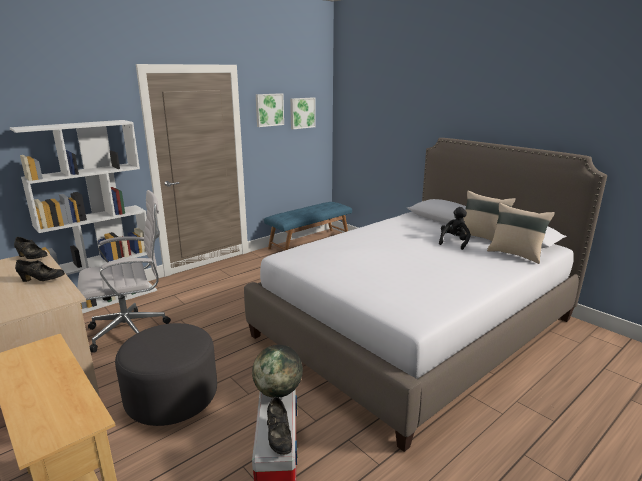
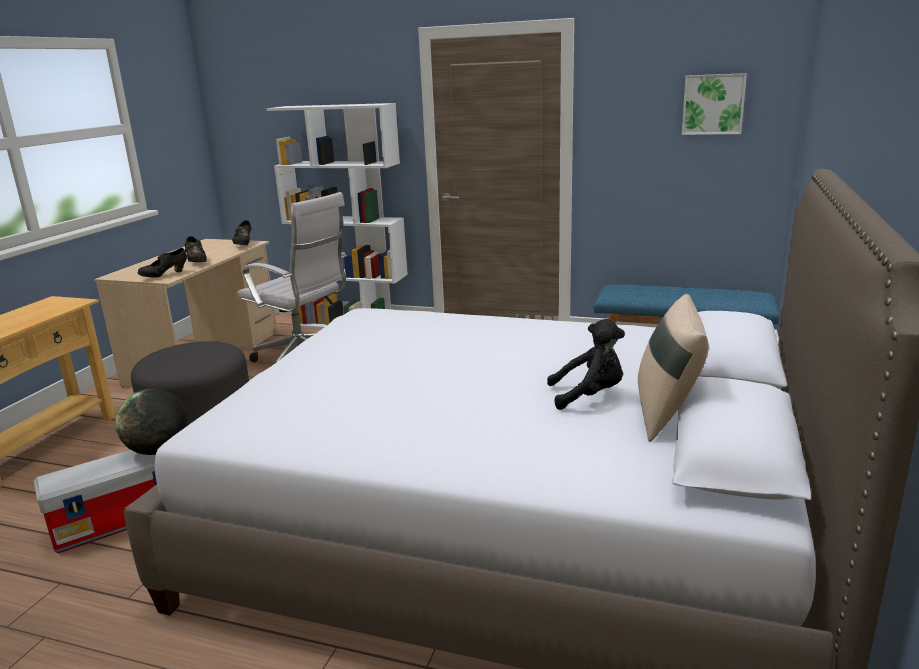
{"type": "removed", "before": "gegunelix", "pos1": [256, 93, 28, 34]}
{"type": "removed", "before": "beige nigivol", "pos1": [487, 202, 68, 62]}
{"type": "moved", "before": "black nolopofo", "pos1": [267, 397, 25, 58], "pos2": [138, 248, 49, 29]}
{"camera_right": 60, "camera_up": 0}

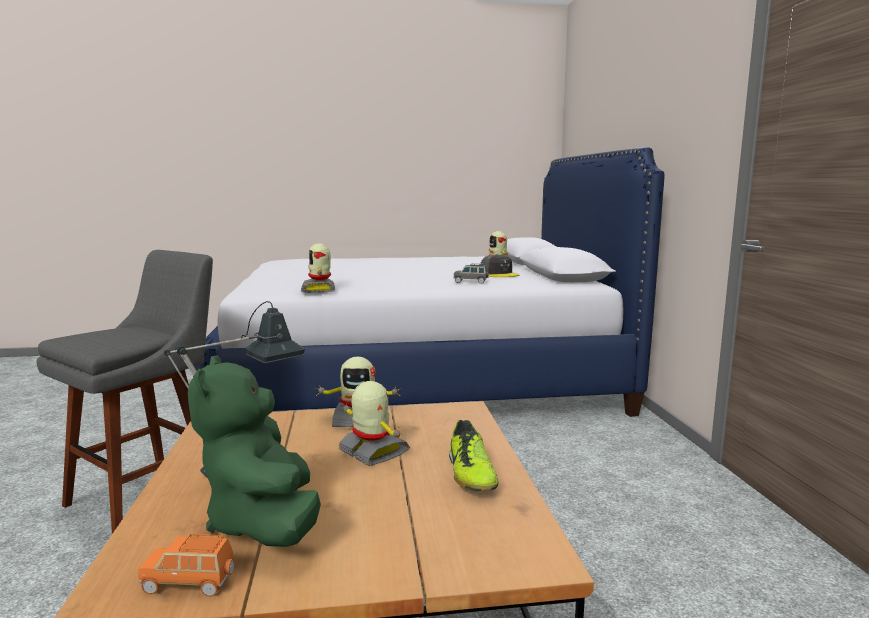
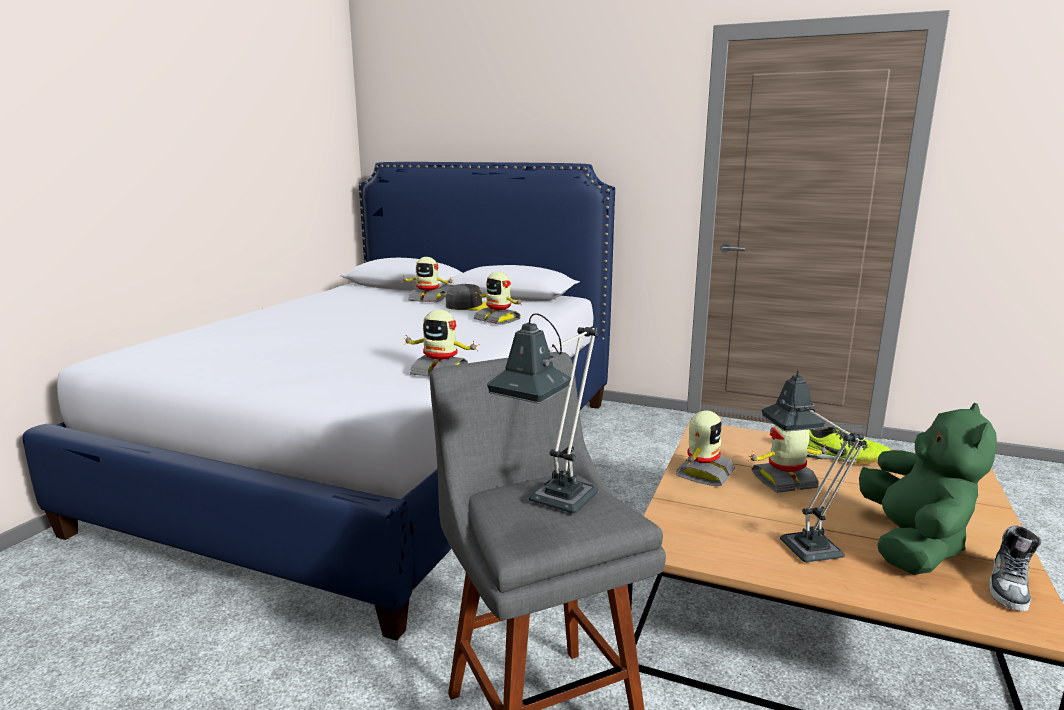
{"type": "added", "after": "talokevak", "pos2": [487, 313, 112, 201]}
{"type": "replaced", "before": "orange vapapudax", "after": "nolopofo", "pos1": [138, 534, 97, 63], "pos2": [989, 525, 52, 86]}
{"type": "replaced", "before": "grey vapapudax", "after": "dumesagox", "pos1": [454, 264, 35, 20], "pos2": [474, 272, 50, 53]}
{"type": "turned", "before": "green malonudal", "pos1": [188, 355, 133, 192], "pos2": [859, 403, 138, 172], "turn": -90}
{"camera_right": -60, "camera_up": 5}

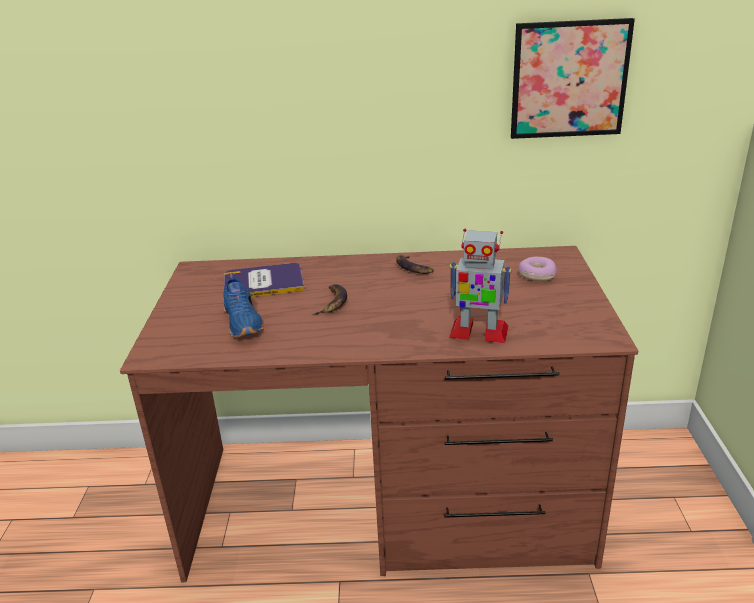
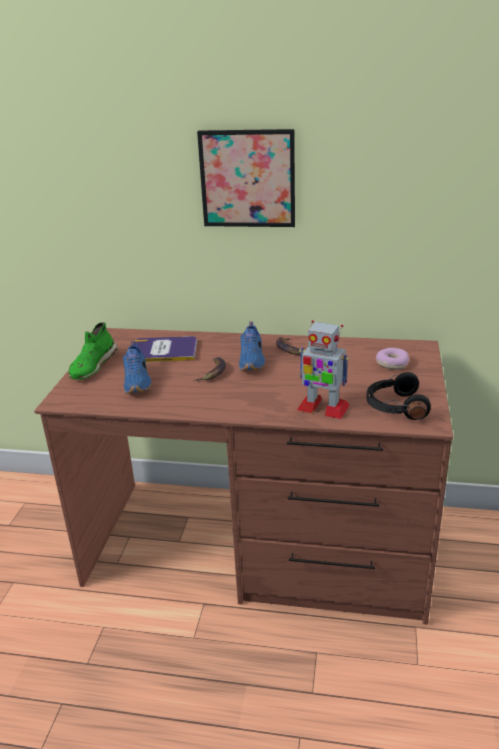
{"type": "added", "after": "green nolopofo", "pos2": [68, 322, 50, 58]}
{"type": "added", "after": "blue nolopofo", "pos2": [239, 321, 27, 50]}
{"type": "added", "after": "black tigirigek", "pos2": [367, 372, 64, 48]}
{"type": "moved", "before": "gegunelix", "pos1": [511, 18, 124, 121], "pos2": [197, 129, 98, 98]}
{"camera_right": 10, "camera_up": 0}

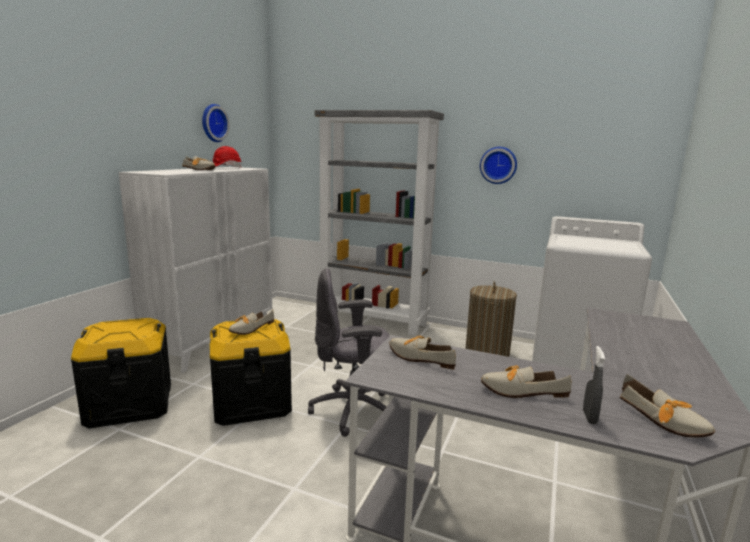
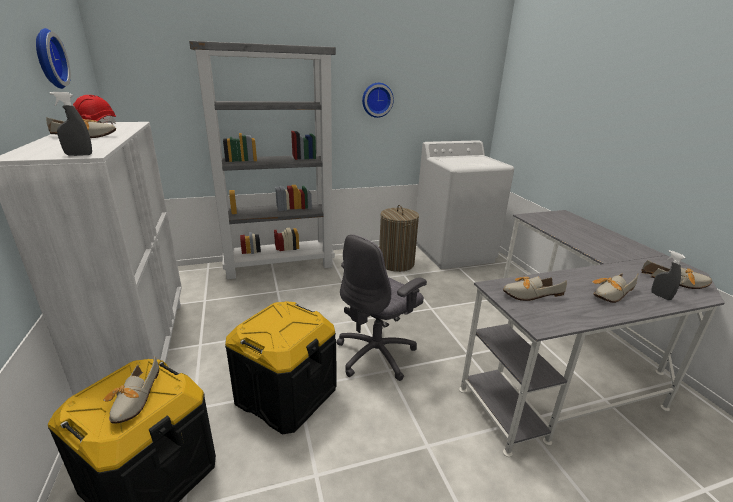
{"type": "added", "after": "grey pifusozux", "pos2": [50, 92, 42, 64]}
{"type": "moved", "before": "nolopofo", "pos1": [229, 309, 45, 26], "pos2": [103, 356, 56, 68]}
{"camera_right": -40, "camera_up": 10}

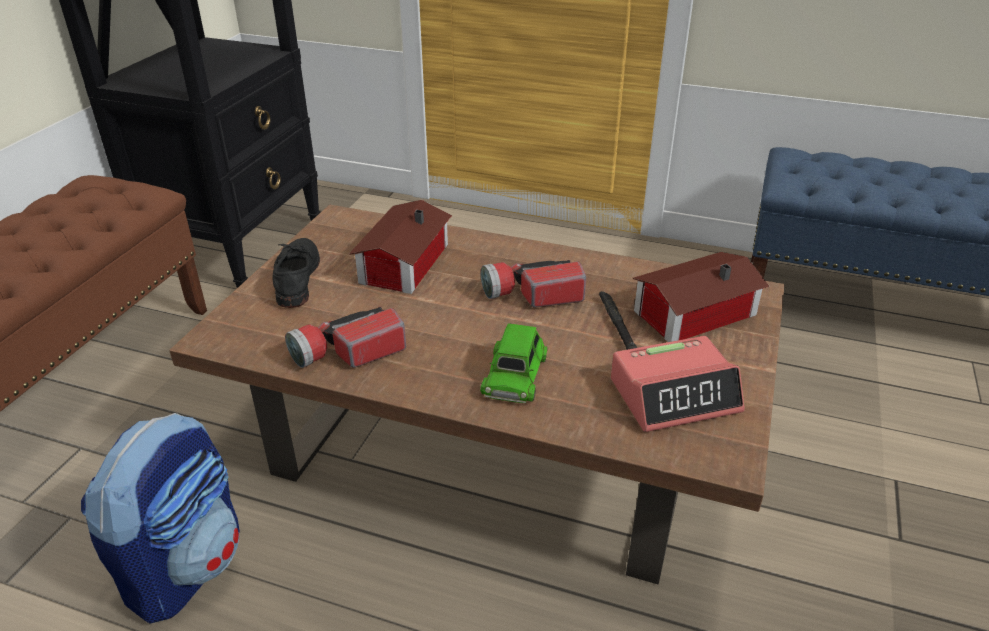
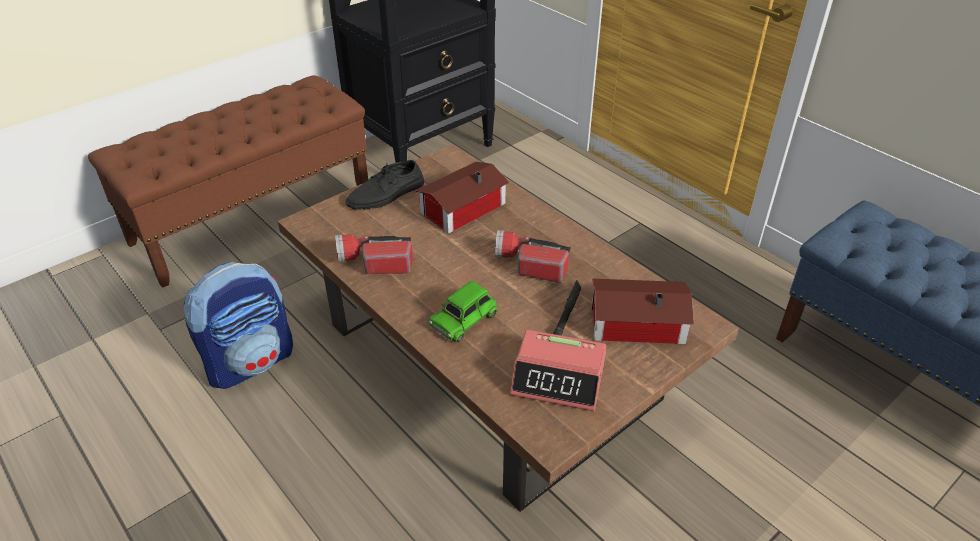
{"type": "turned", "before": "black nolopofo", "pos1": [272, 238, 48, 70], "pos2": [345, 160, 79, 50], "turn": -150}
{"camera_right": 30, "camera_up": 5}

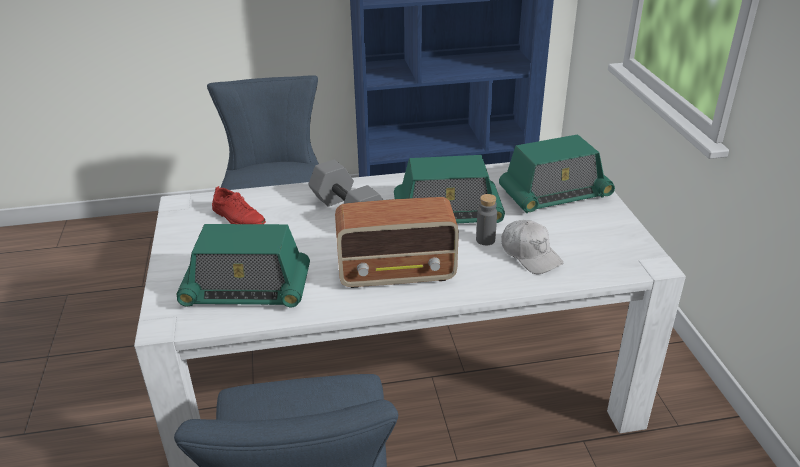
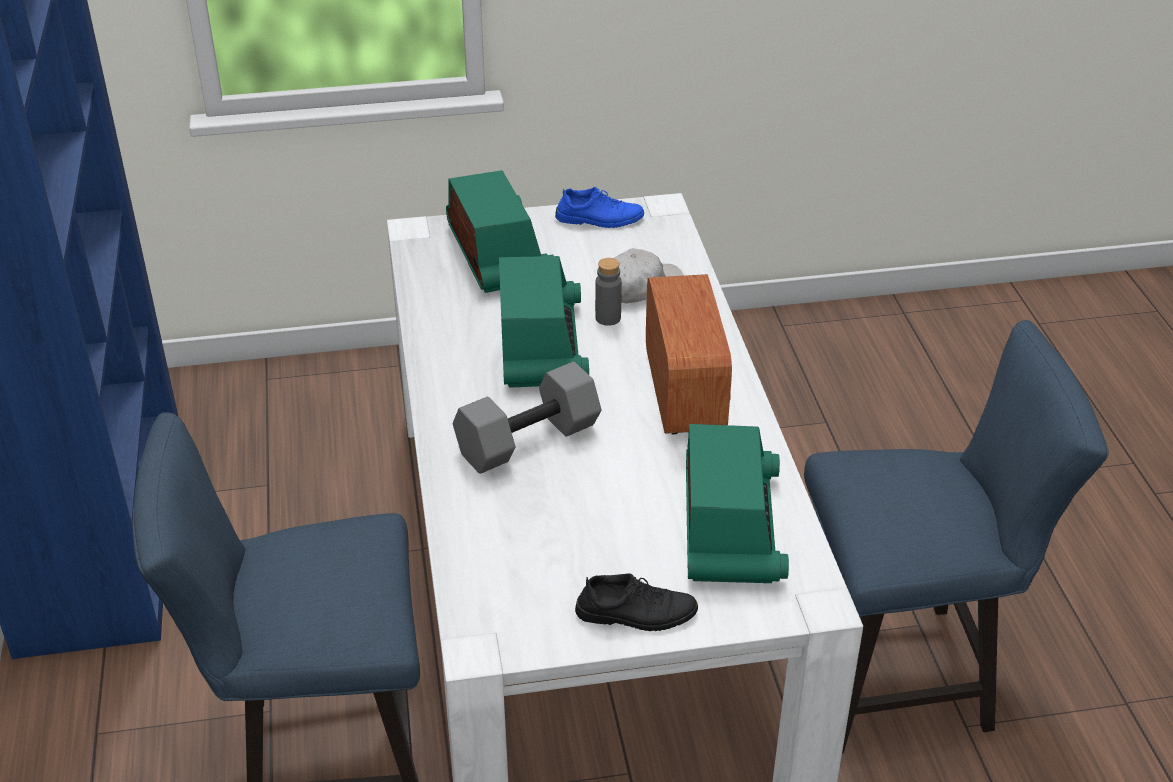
{"type": "removed", "before": "red nolopofo", "pos1": [212, 186, 54, 38]}
{"type": "added", "after": "blue nolopofo", "pos2": [555, 187, 89, 41]}
{"type": "added", "after": "black nolopofo", "pos2": [575, 573, 123, 58]}
{"camera_right": -90, "camera_up": 5}

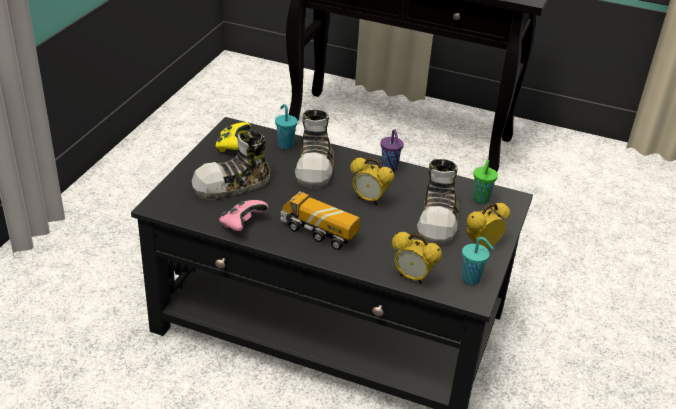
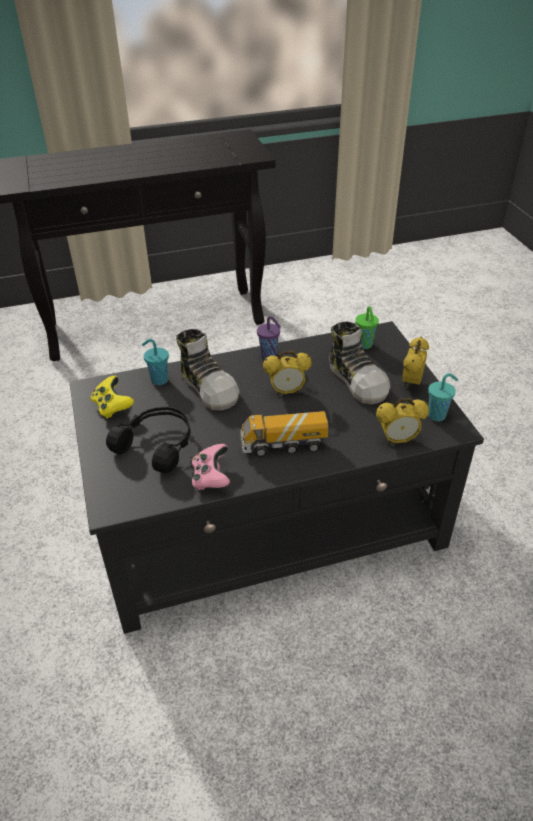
{"type": "replaced", "before": "nolopofo", "after": "black tigirigek", "pos1": [192, 131, 78, 69], "pos2": [106, 407, 85, 66]}
{"camera_right": -35, "camera_up": 5}

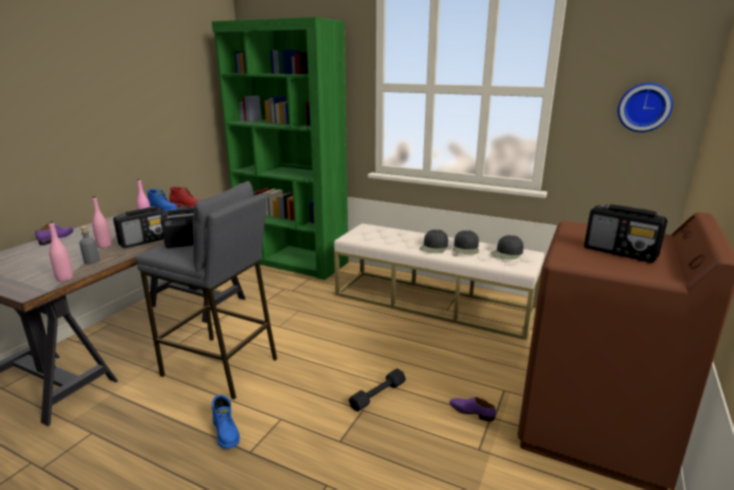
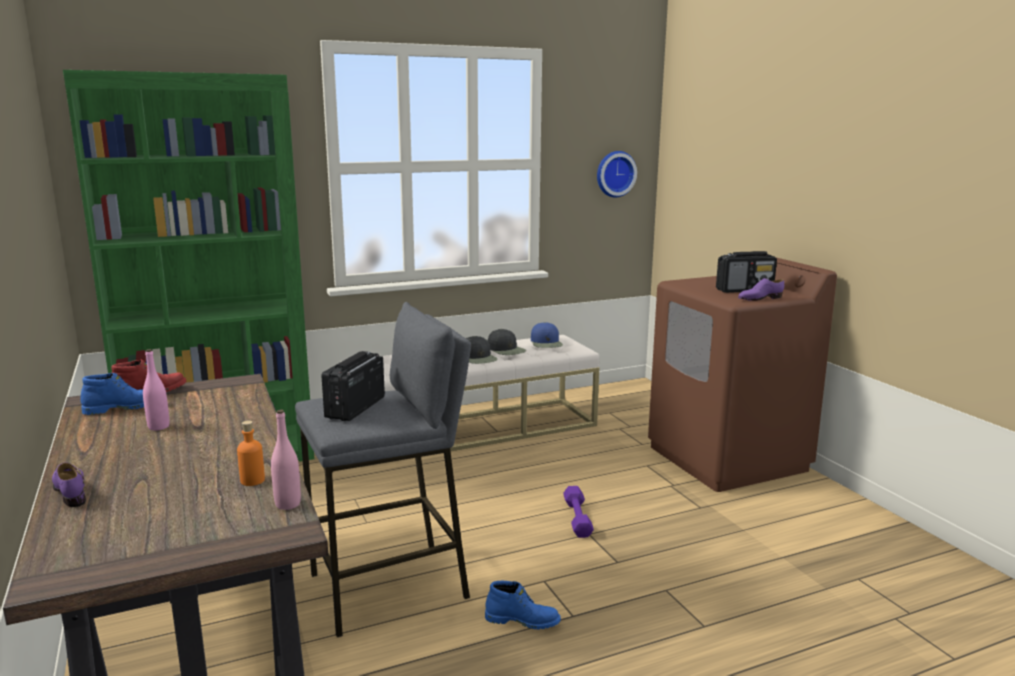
{"type": "removed", "before": "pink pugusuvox", "pos1": [92, 196, 19, 52]}
{"type": "removed", "before": "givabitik", "pos1": [113, 206, 53, 42]}
{"type": "moved", "before": "purple nolopofo", "pos1": [449, 397, 47, 24], "pos2": [738, 278, 46, 23]}
{"type": "recoloured", "before": "grey pugusuvox", "after": "orange pugusuvox", "pos1": [79, 226, 21, 38], "pos2": [237, 420, 28, 66]}
{"type": "recoloured", "before": "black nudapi", "after": "purple nudapi", "pos1": [349, 369, 57, 42], "pos2": [563, 486, 31, 52]}
{"type": "recoloured", "before": "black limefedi", "after": "blue limefedi", "pos1": [491, 235, 32, 25], "pos2": [531, 322, 32, 26]}
{"camera_right": -50, "camera_up": -5}

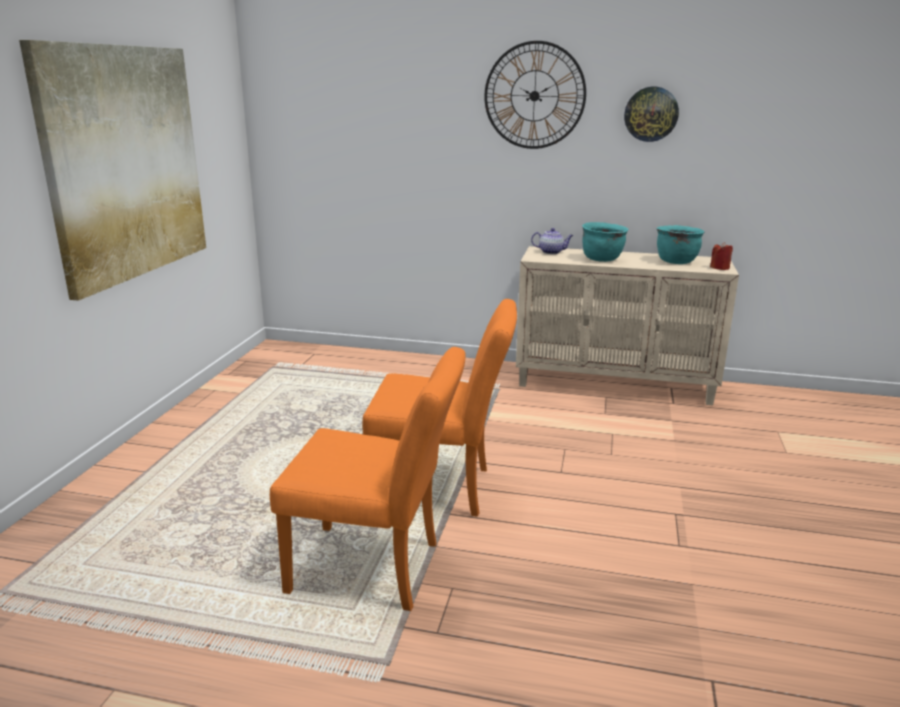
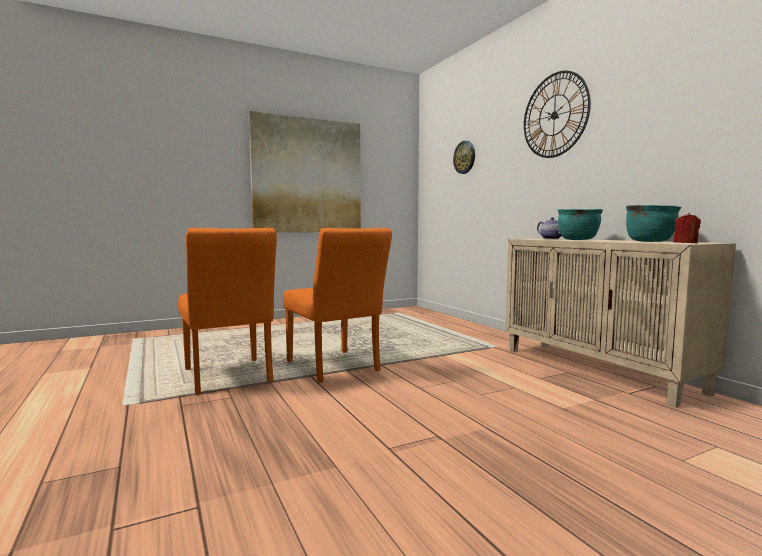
{"type": "moved", "before": "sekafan", "pos1": [624, 87, 55, 55], "pos2": [453, 141, 22, 33]}
{"camera_right": 50, "camera_up": -15}

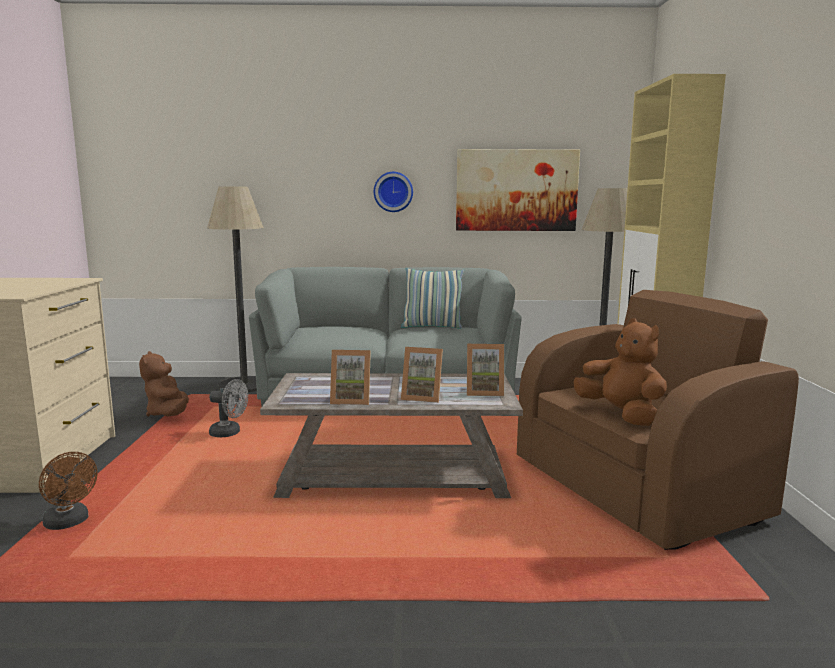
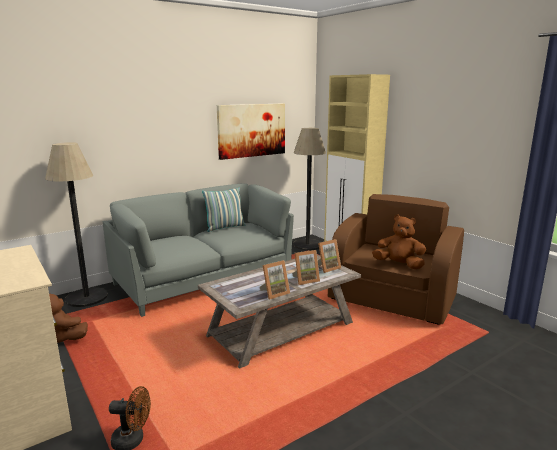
{"type": "removed", "before": "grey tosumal", "pos1": [209, 379, 39, 58]}
{"type": "removed", "before": "sekafan", "pos1": [374, 172, 39, 40]}
{"camera_right": -35, "camera_up": 5}

